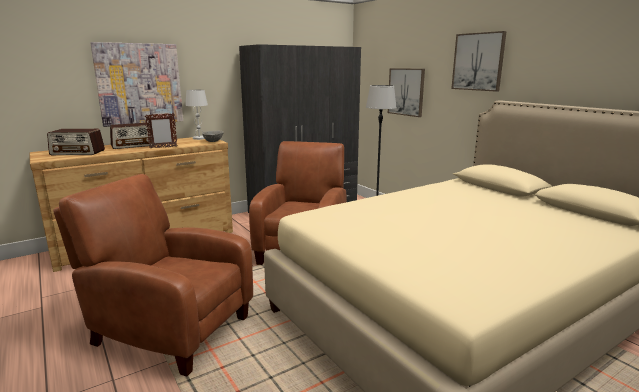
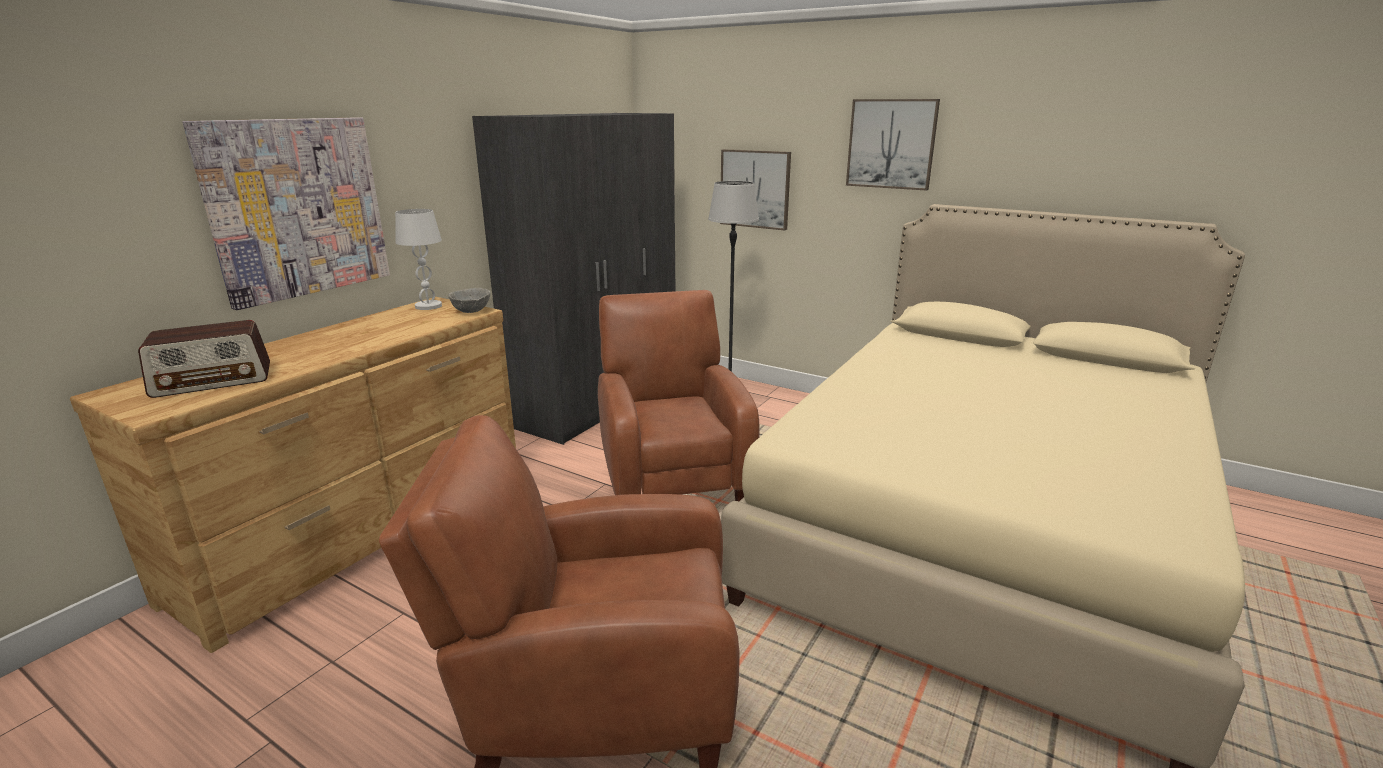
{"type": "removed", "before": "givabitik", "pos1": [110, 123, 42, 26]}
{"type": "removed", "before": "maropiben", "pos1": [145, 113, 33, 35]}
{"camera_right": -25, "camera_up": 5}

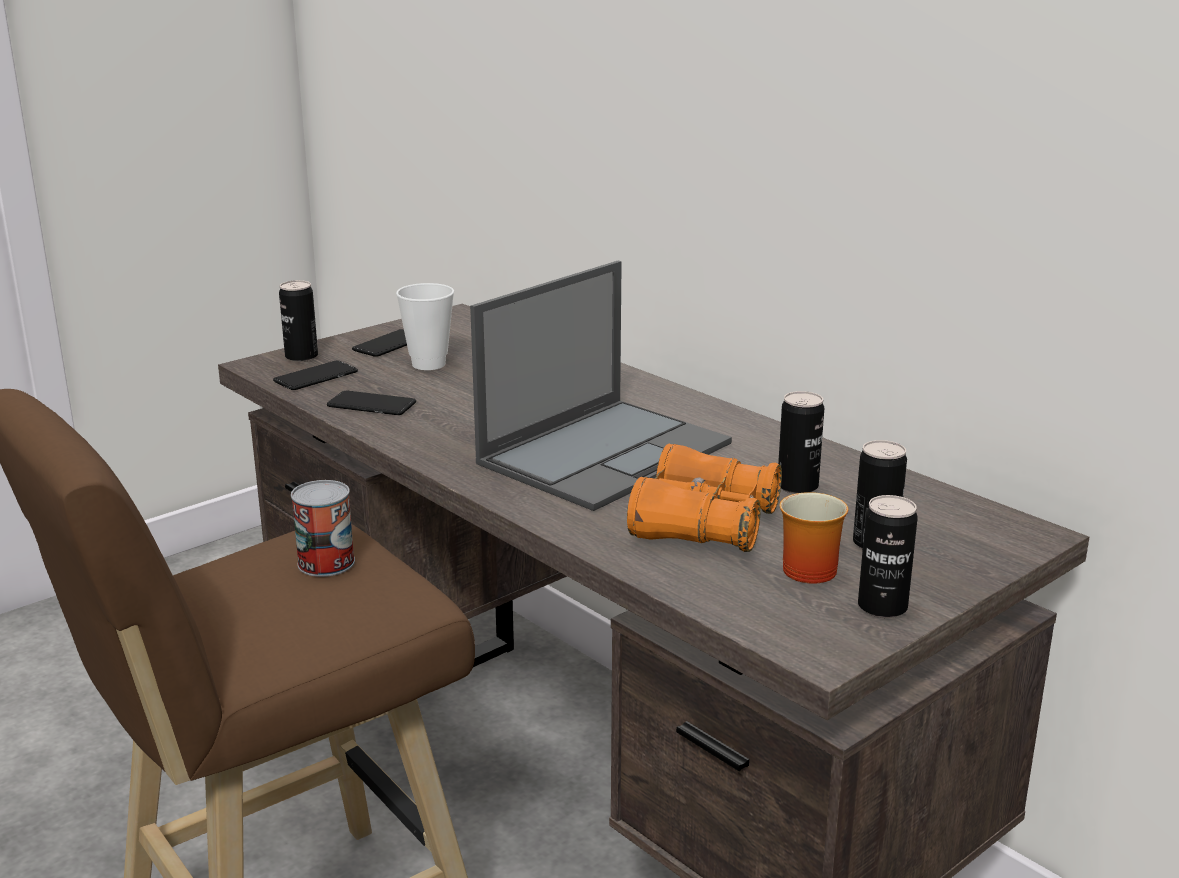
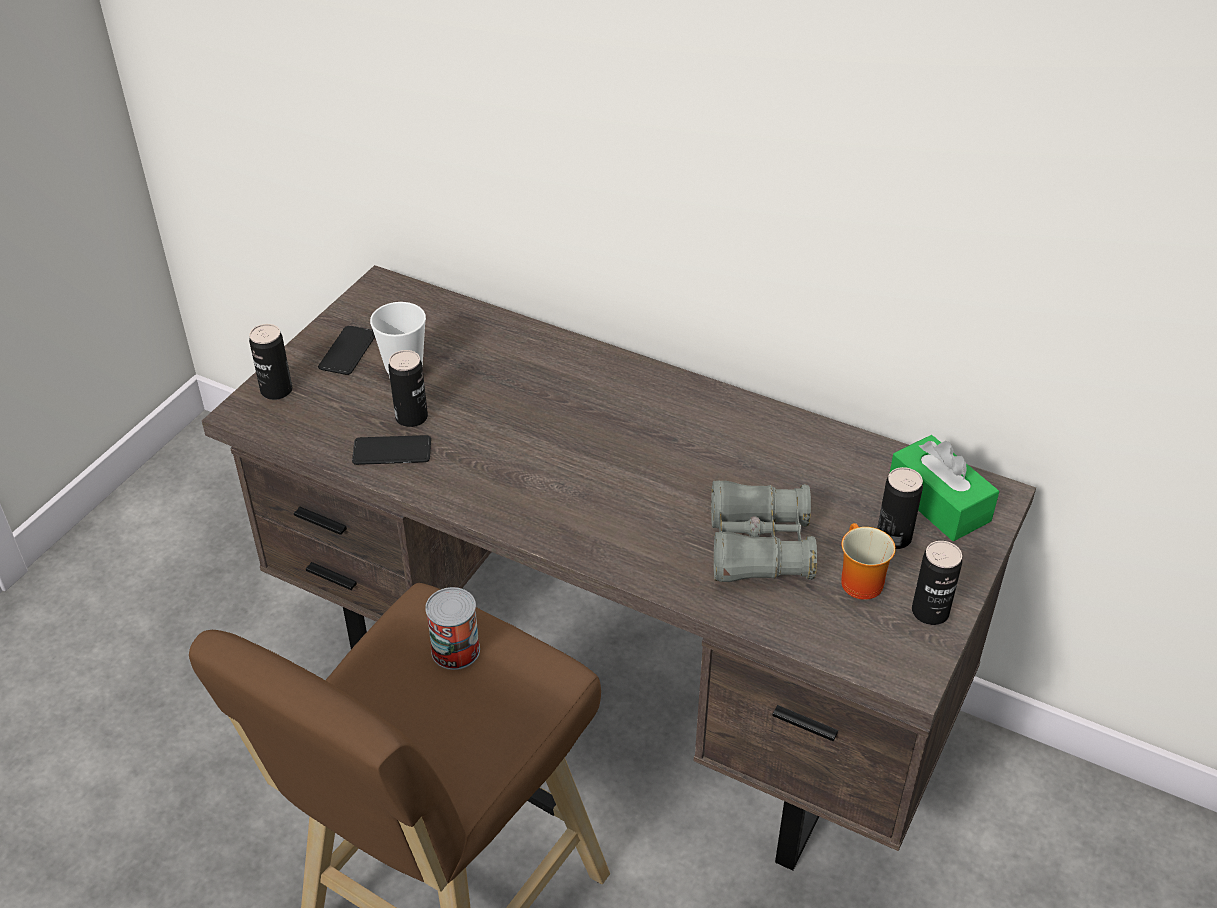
{"type": "removed", "before": "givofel", "pos1": [273, 361, 85, 29]}
{"type": "removed", "before": "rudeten", "pos1": [470, 261, 262, 250]}
{"type": "added", "after": "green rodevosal", "pos2": [889, 435, 110, 106]}
{"type": "moved", "before": "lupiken", "pos1": [778, 391, 46, 103], "pos2": [388, 350, 40, 77]}
{"type": "recoloured", "before": "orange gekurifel", "after": "grey gekurifel", "pos1": [627, 444, 155, 108], "pos2": [711, 480, 106, 102]}
{"camera_right": -20, "camera_up": 20}

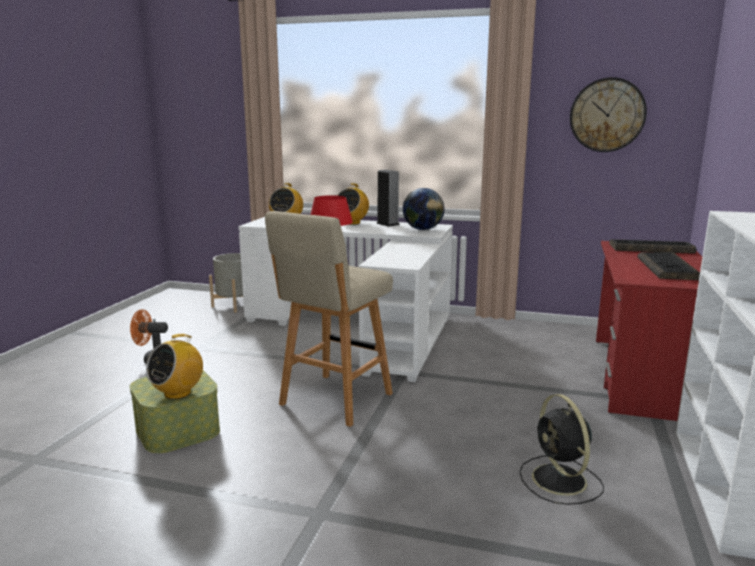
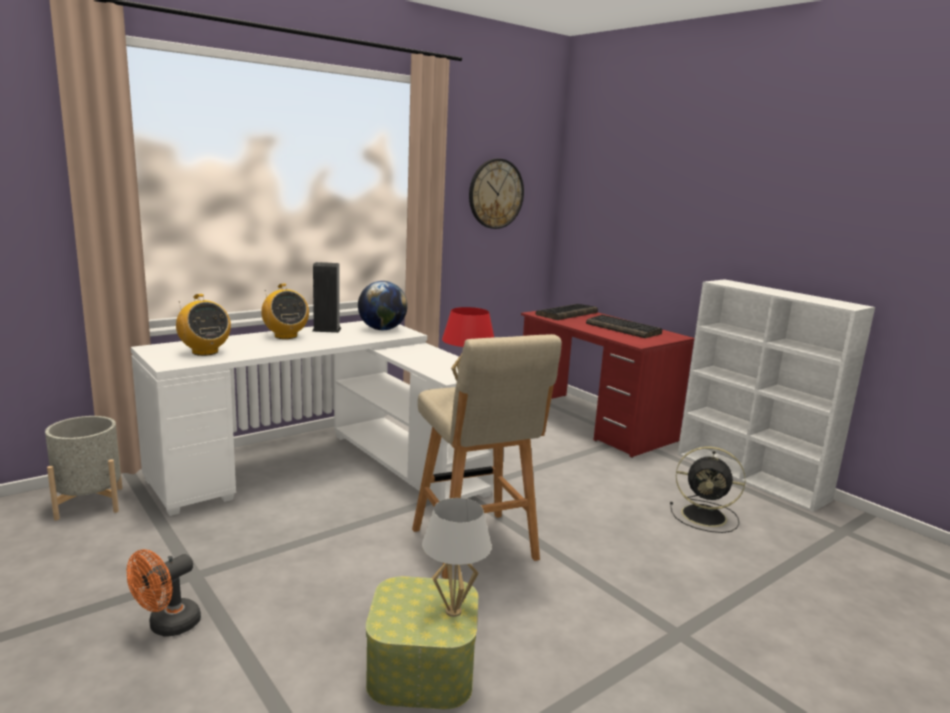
{"type": "replaced", "before": "givabitik", "after": "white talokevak", "pos1": [146, 334, 57, 66], "pos2": [422, 498, 70, 119]}
{"camera_right": -55, "camera_up": 0}

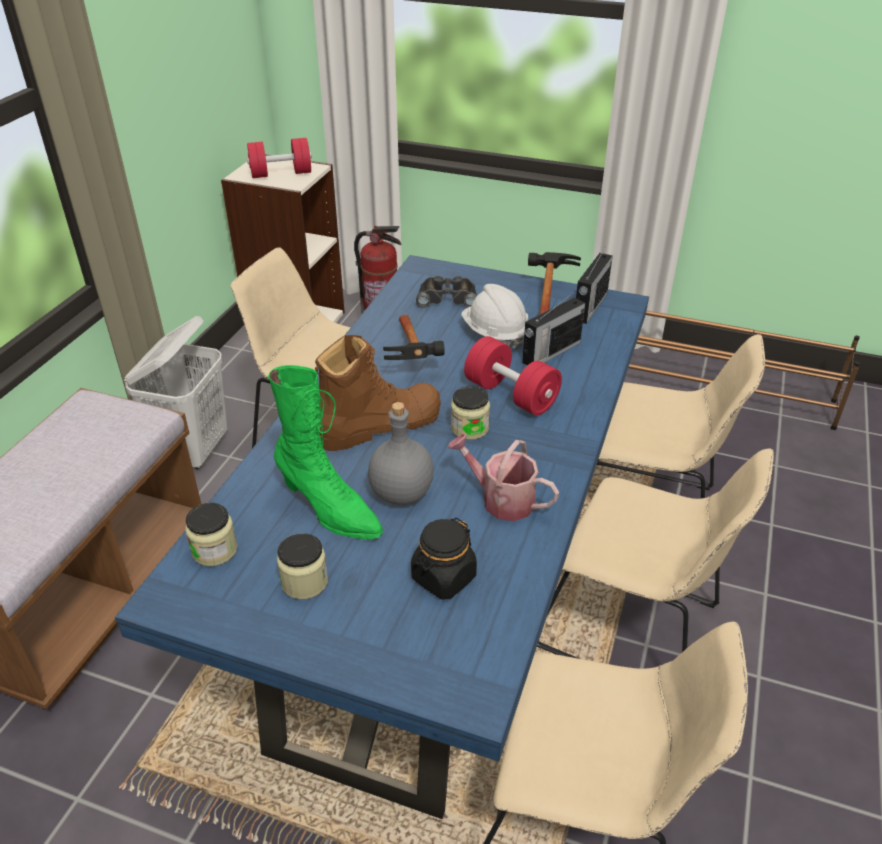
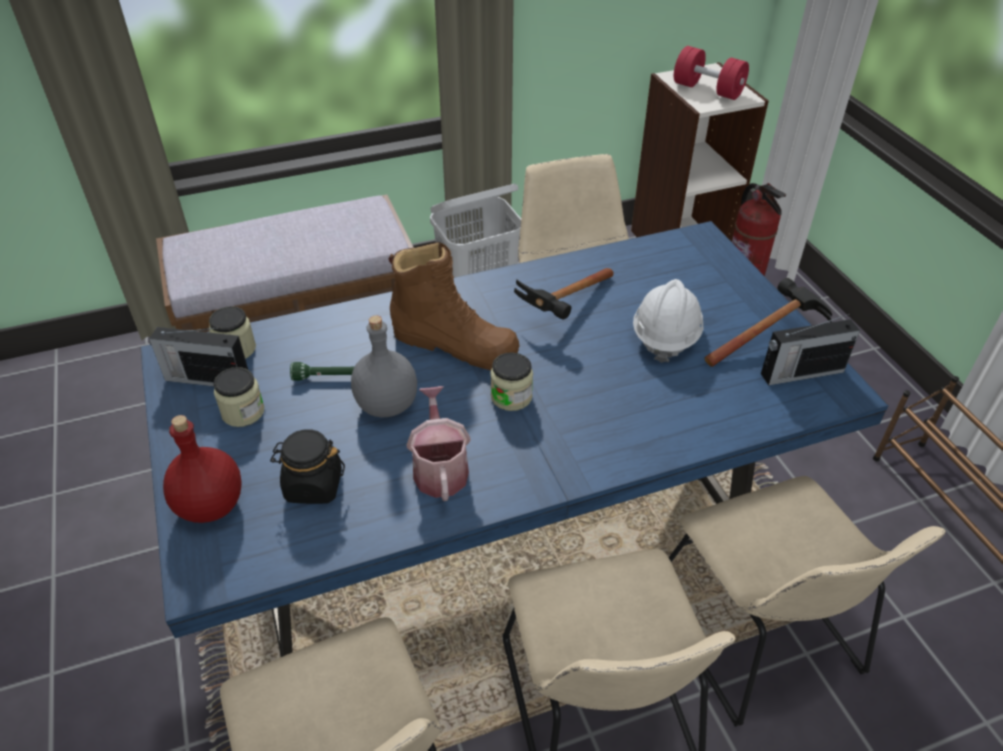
{"type": "removed", "before": "black gekurifel", "pos1": [416, 276, 61, 32]}
{"type": "removed", "before": "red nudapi", "pos1": [464, 336, 98, 80]}
{"type": "added", "after": "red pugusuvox", "pos2": [163, 415, 79, 108]}
{"type": "moved", "before": "givabitik", "pos1": [522, 293, 63, 73], "pos2": [149, 327, 99, 59]}
{"type": "replaced", "before": "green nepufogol", "after": "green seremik", "pos1": [268, 365, 115, 174], "pos2": [290, 362, 64, 19]}
{"camera_right": 50, "camera_up": 5}

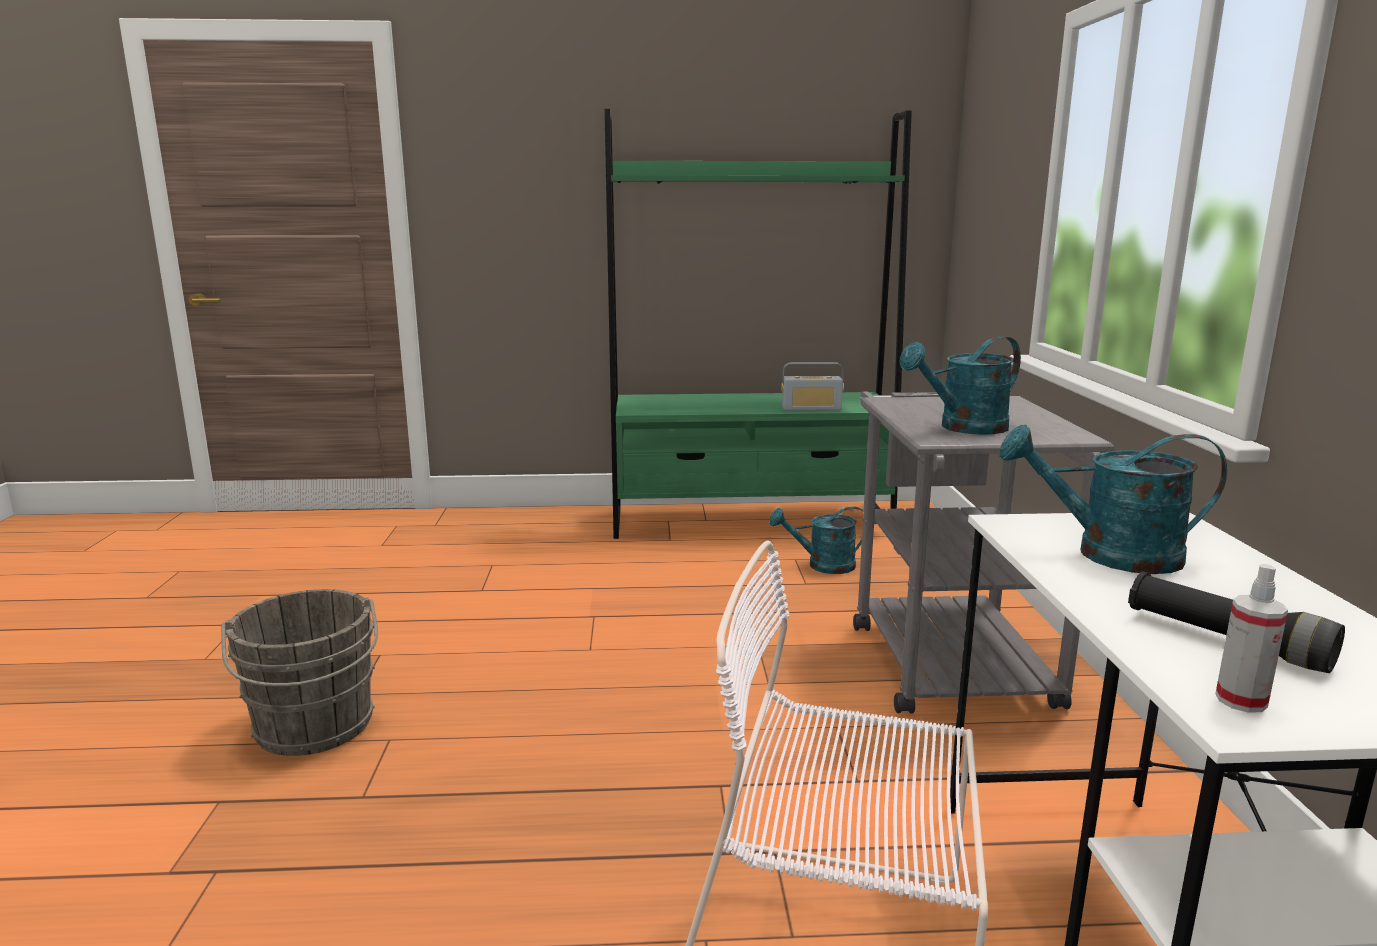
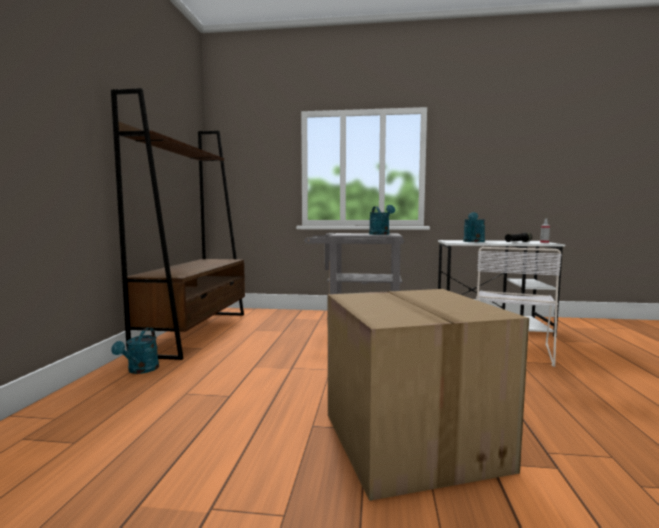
{"type": "removed", "before": "givabitik", "pos1": [782, 362, 62, 49]}
{"type": "moved", "before": "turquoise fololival", "pos1": [769, 507, 95, 67], "pos2": [111, 327, 48, 47]}
{"type": "replaced", "before": "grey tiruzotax", "after": "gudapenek", "pos1": [221, 589, 157, 167], "pos2": [328, 289, 201, 212]}
{"type": "recoloured", "before": "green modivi", "after": "brown modivi", "pos1": [604, 109, 308, 430], "pos2": [111, 88, 134, 272]}
{"camera_right": -80, "camera_up": -10}

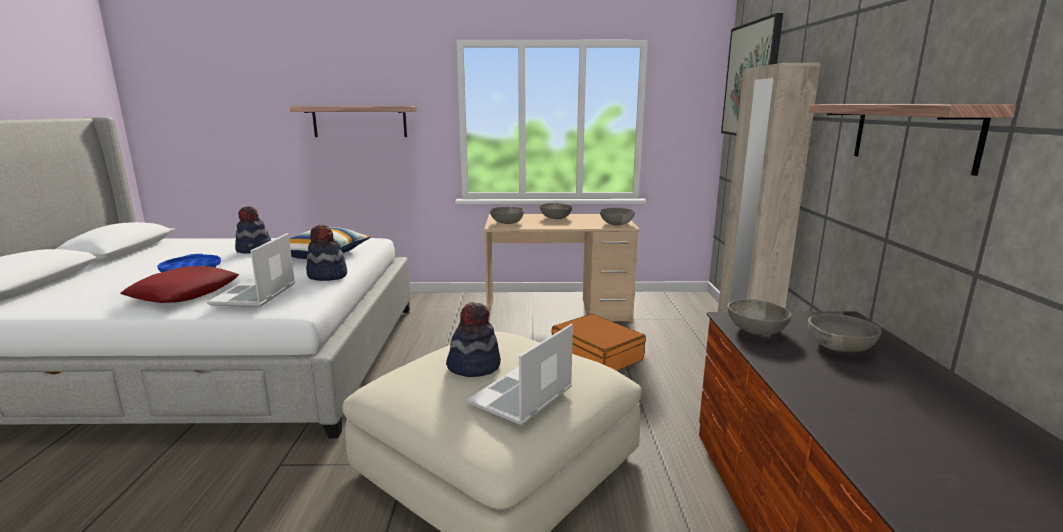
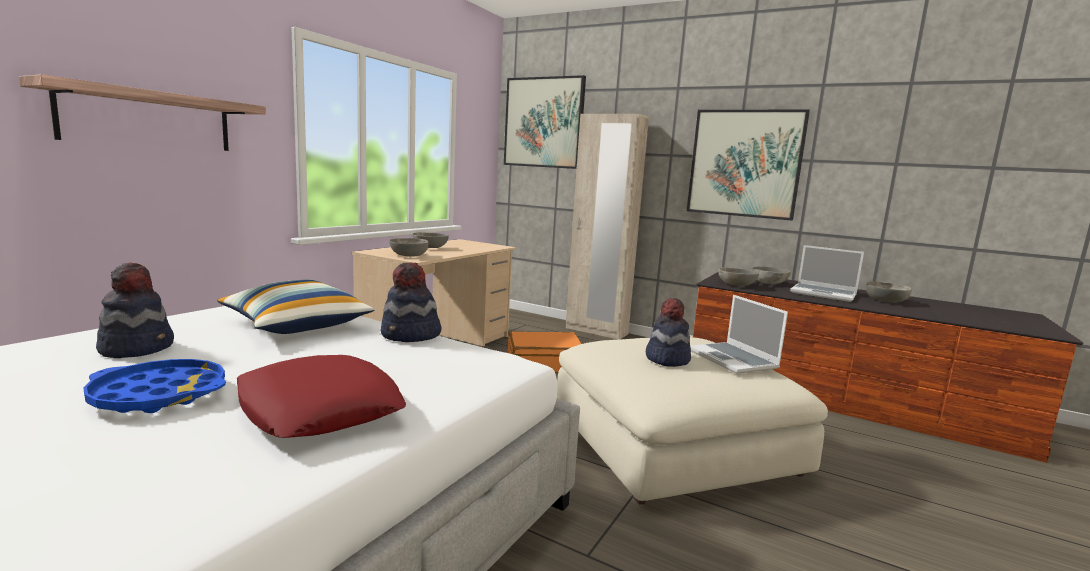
{"type": "moved", "before": "rudeten", "pos1": [207, 233, 88, 74], "pos2": [790, 245, 74, 57]}
{"type": "moved", "before": "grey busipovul", "pos1": [600, 208, 35, 17], "pos2": [865, 281, 47, 22]}
{"type": "replaced", "before": "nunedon", "after": "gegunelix", "pos1": [809, 104, 208, 72], "pos2": [687, 110, 123, 111]}
{"camera_right": -60, "camera_up": -5}

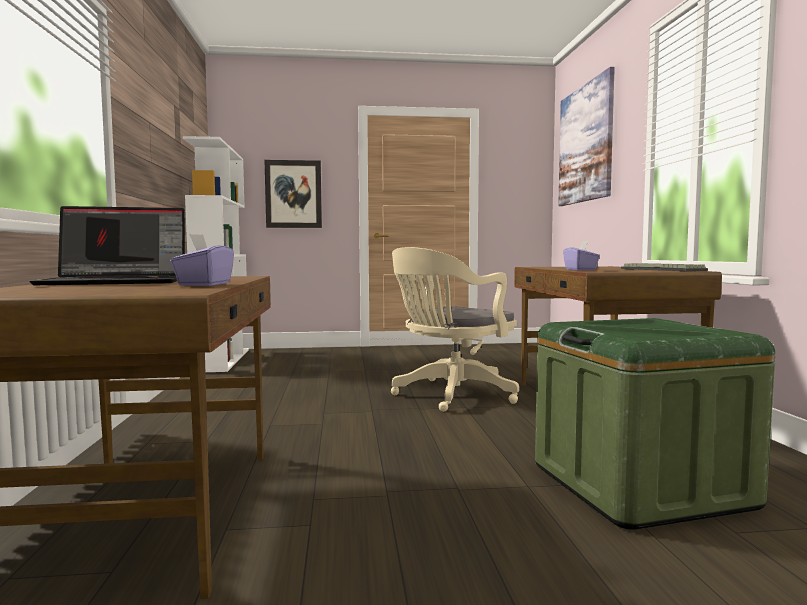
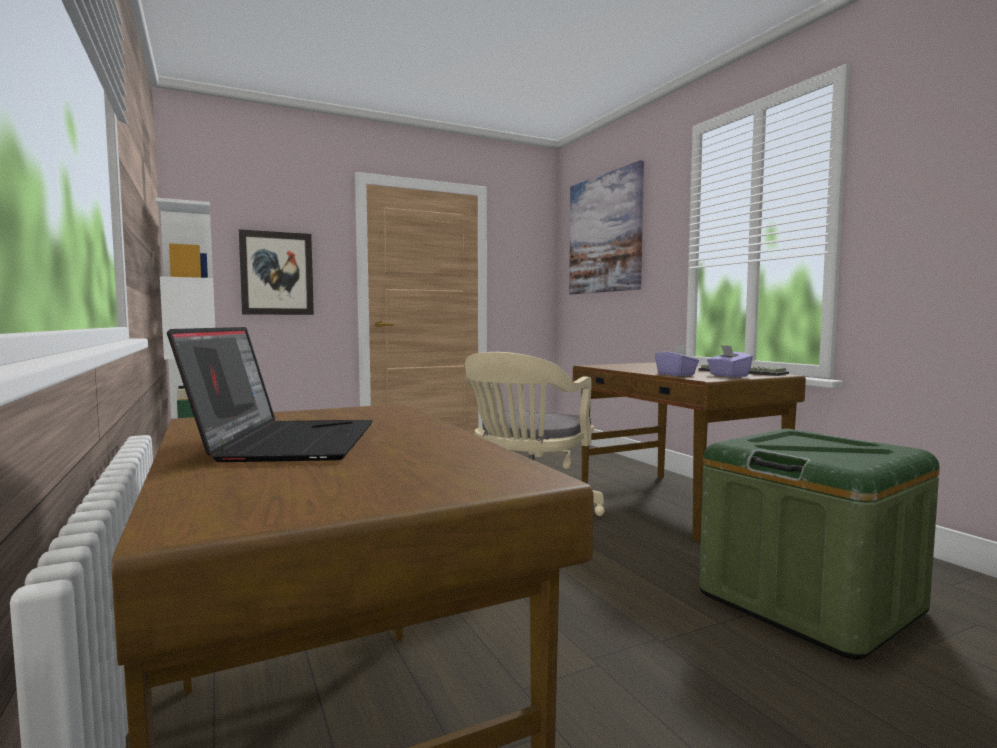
{"type": "moved", "before": "purple rodevosal", "pos1": [170, 234, 64, 52], "pos2": [707, 345, 46, 32]}
{"type": "turned", "before": "rudeten", "pos1": [29, 206, 156, 79], "pos2": [167, 327, 206, 135], "turn": -60}
{"camera_right": -20, "camera_up": 0}

